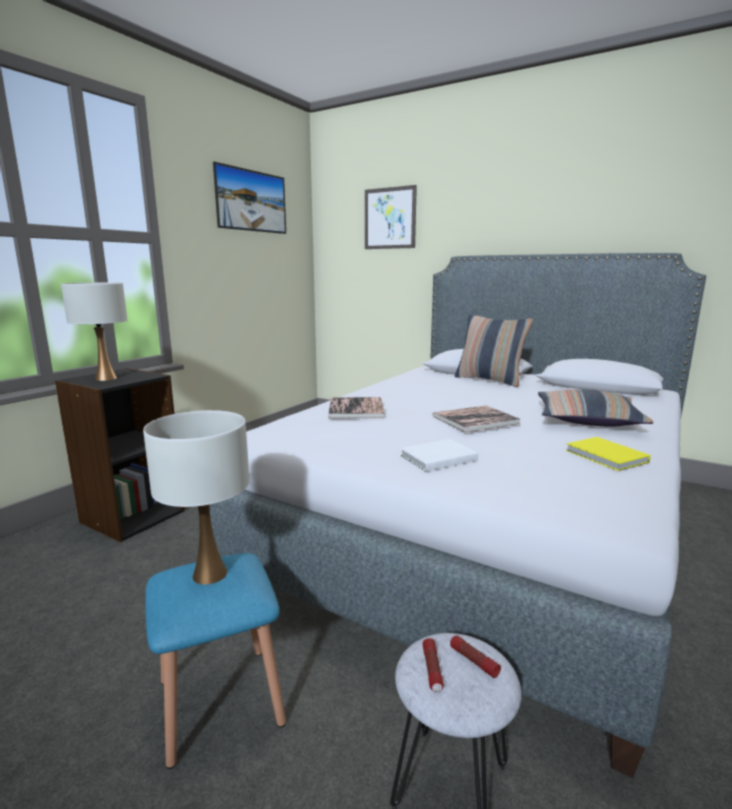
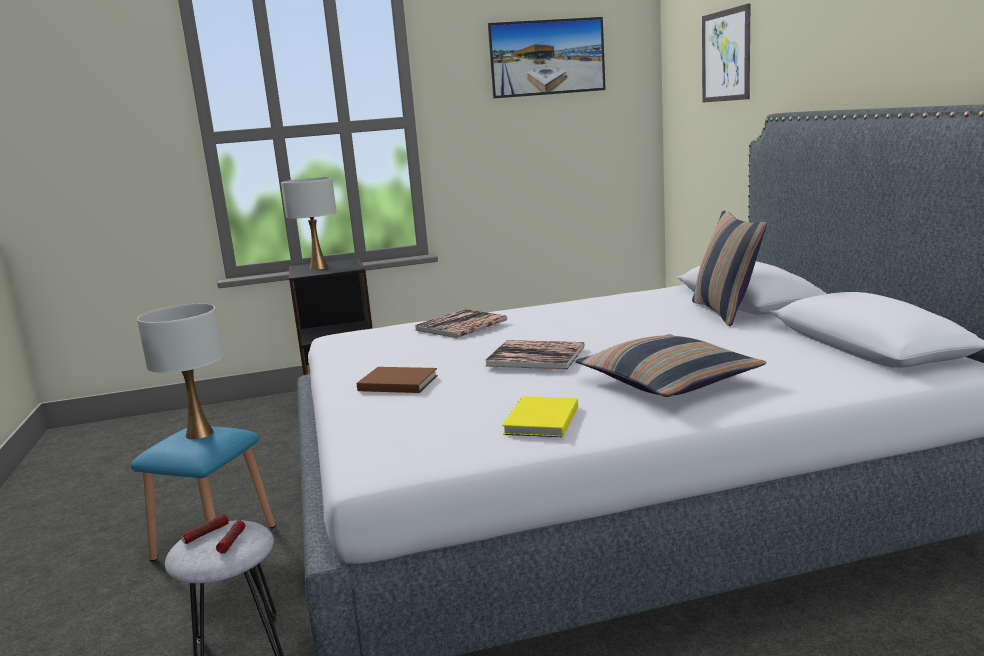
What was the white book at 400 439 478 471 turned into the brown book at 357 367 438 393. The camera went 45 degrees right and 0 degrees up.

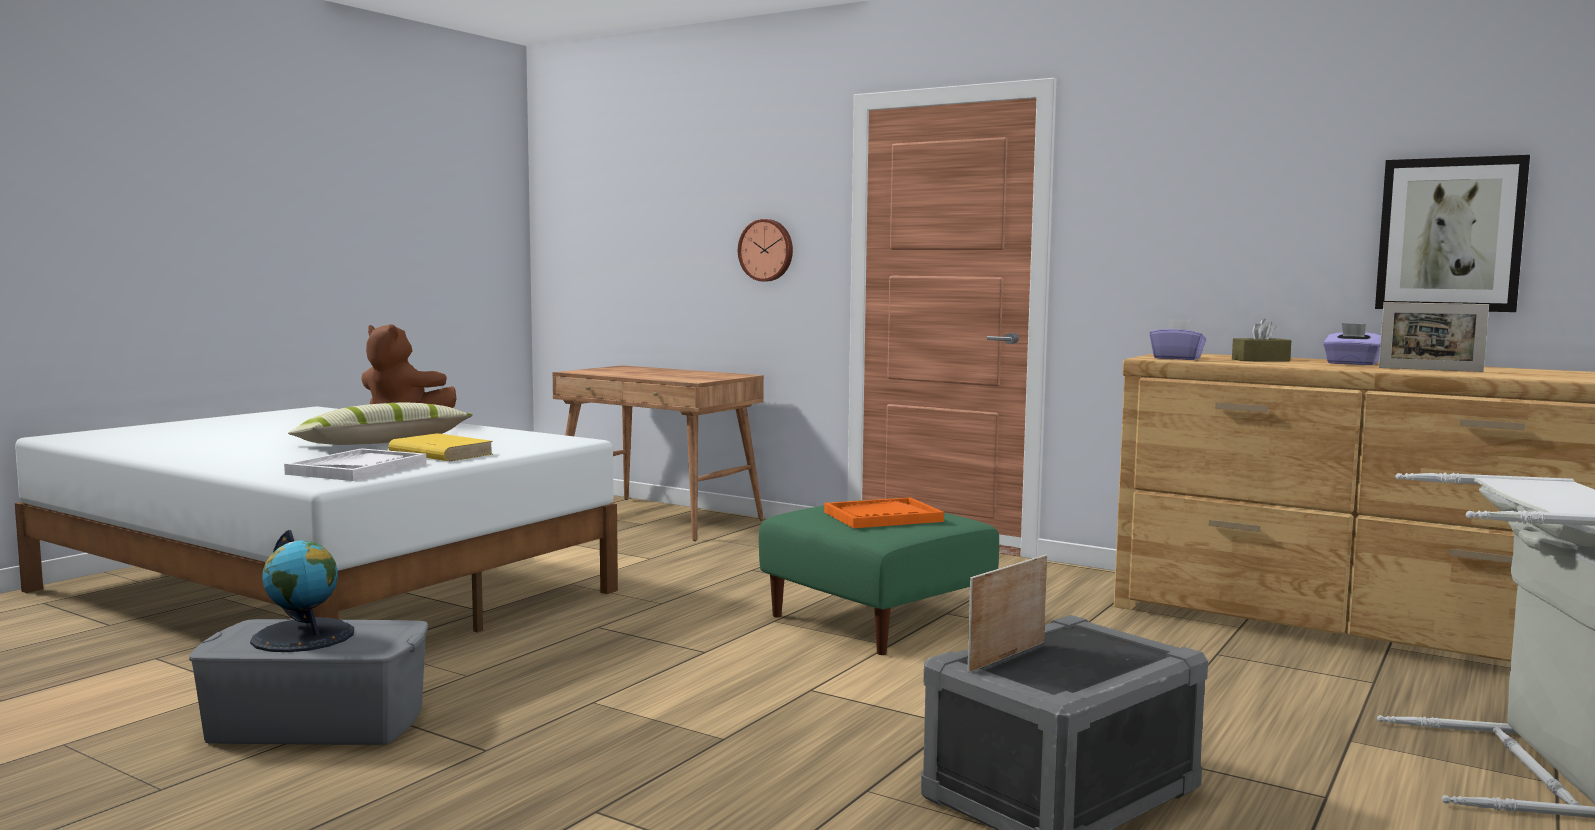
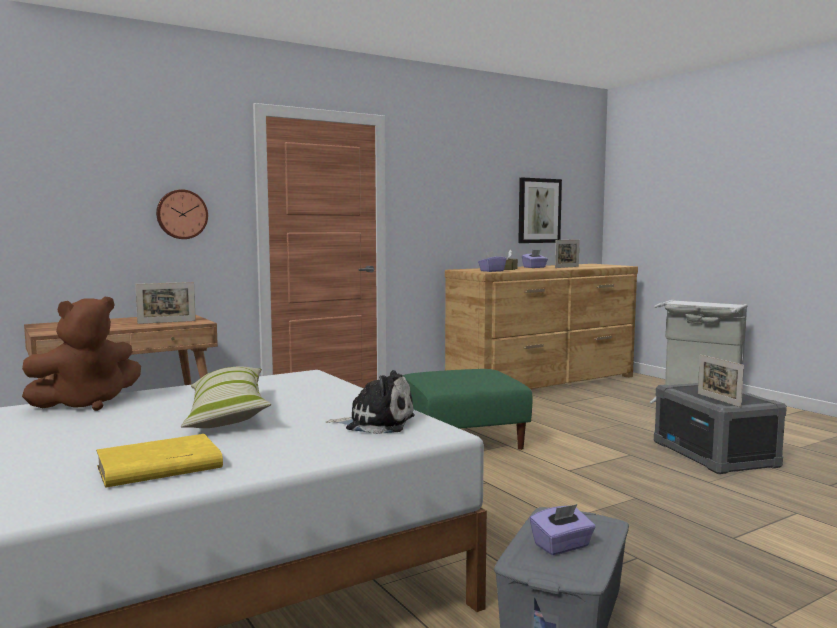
The yellow book ended up elsewhere, having gone from 388 433 493 461 to 96 434 223 488. The second view gained the picture frame at 135 282 196 324. Where the white tray stood at 284 448 426 481, the plush toy came to stand at 326 370 415 434. Where the globe stood at 250 530 354 652, the purple tissue box came to stand at 530 504 596 555. The second view lost the orange tray at 824 497 944 528. The camera went 65 degrees left and 0 degrees up.

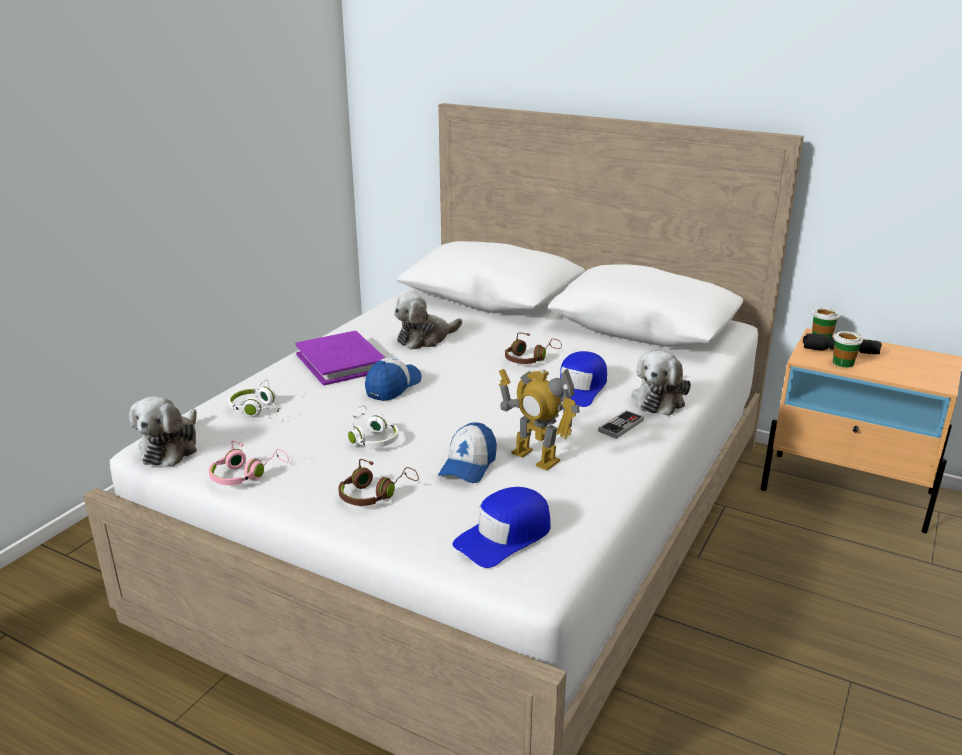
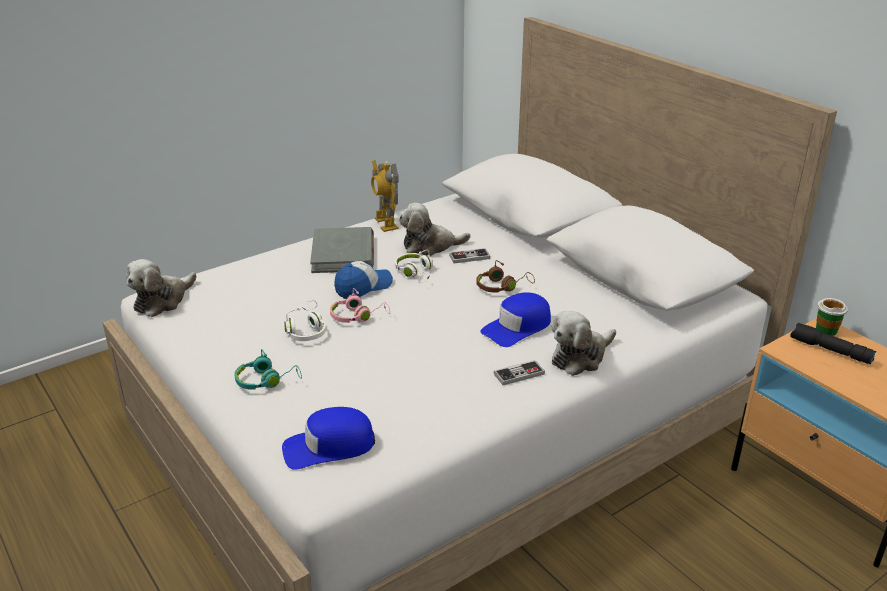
What was the brown headphones at 338 459 419 506 turned into the turquoise headphones at 234 349 302 390. What was the purple book at 295 331 385 386 turned into the grey book at 310 227 374 273. The pink headphones ended up elsewhere, having gone from 209 441 289 485 to 330 288 390 323. The toy robot ended up elsewhere, having gone from 499 368 580 471 to 371 160 399 232. The white headphones ended up elsewhere, having gone from 228 379 279 419 to 395 250 433 283. The second view gained the game controller at 449 248 490 263. The second view lost the cap at 438 422 497 483. The second view lost the cup at 833 331 863 368. The camera went 25 degrees right and 5 degrees up.

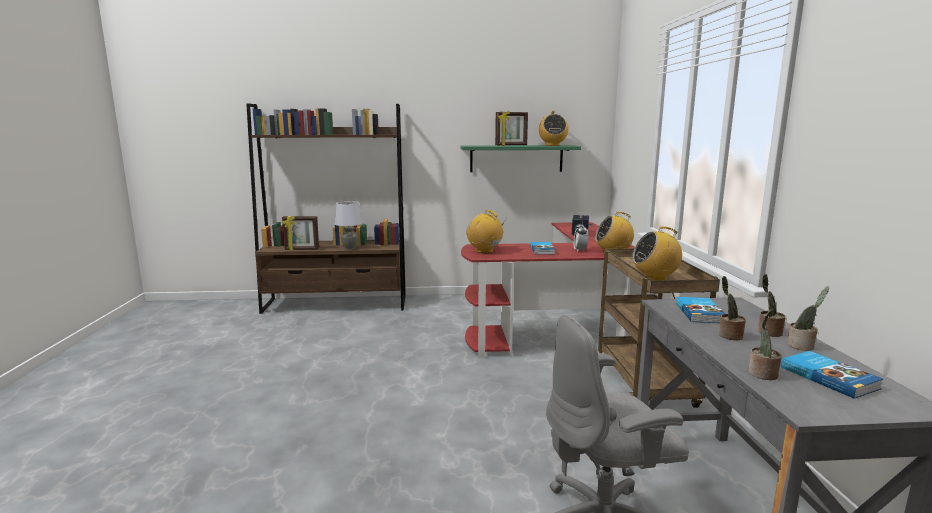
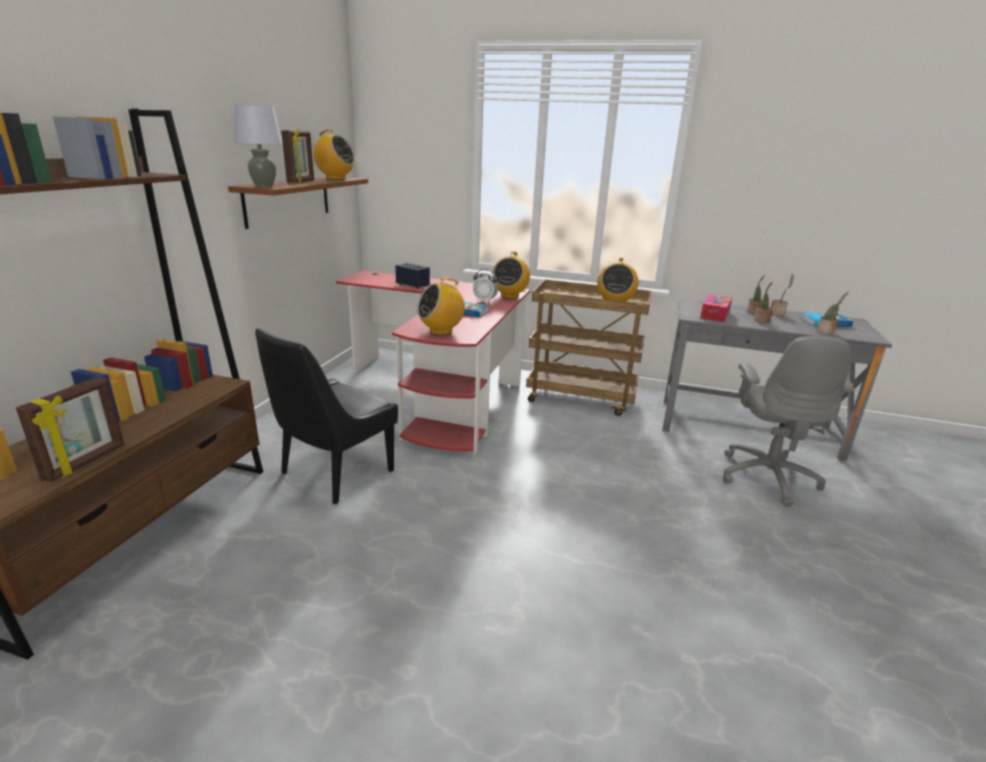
What was the green shelf at 460 145 581 172 turned into the brown shelf at 228 177 368 229. The grey table lamp ended up elsewhere, having gone from 335 201 363 250 to 235 105 283 188. The second view gained the black chair at 255 328 398 504. Where the book stood at 676 297 725 323, the tissue box came to stand at 700 295 732 322. The camera went 70 degrees left and 10 degrees up.

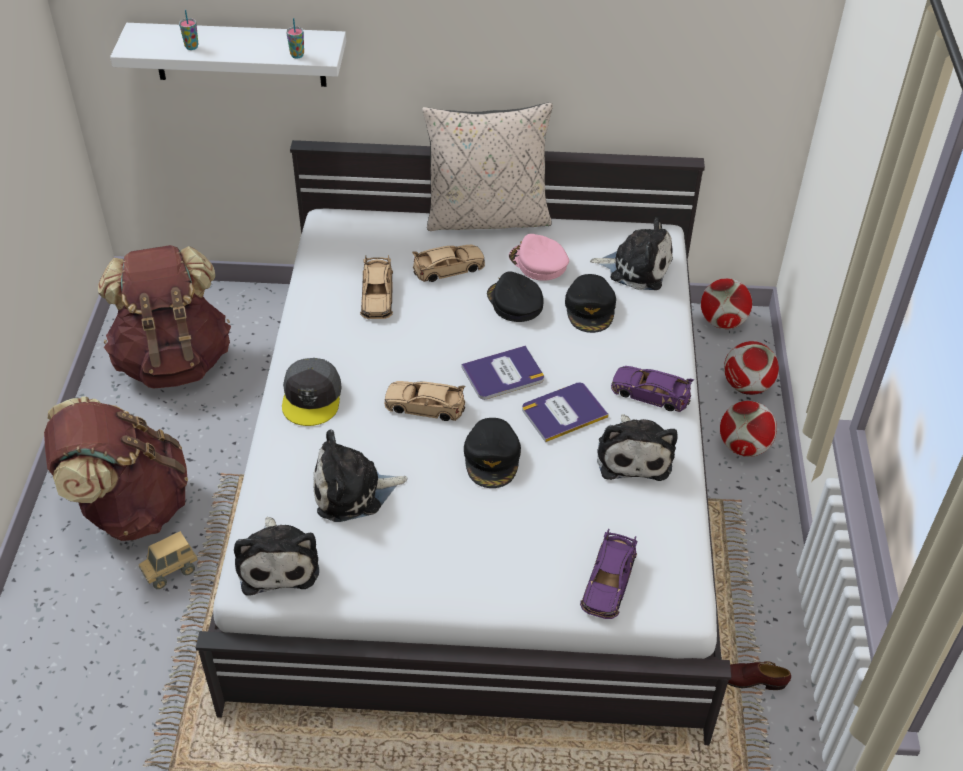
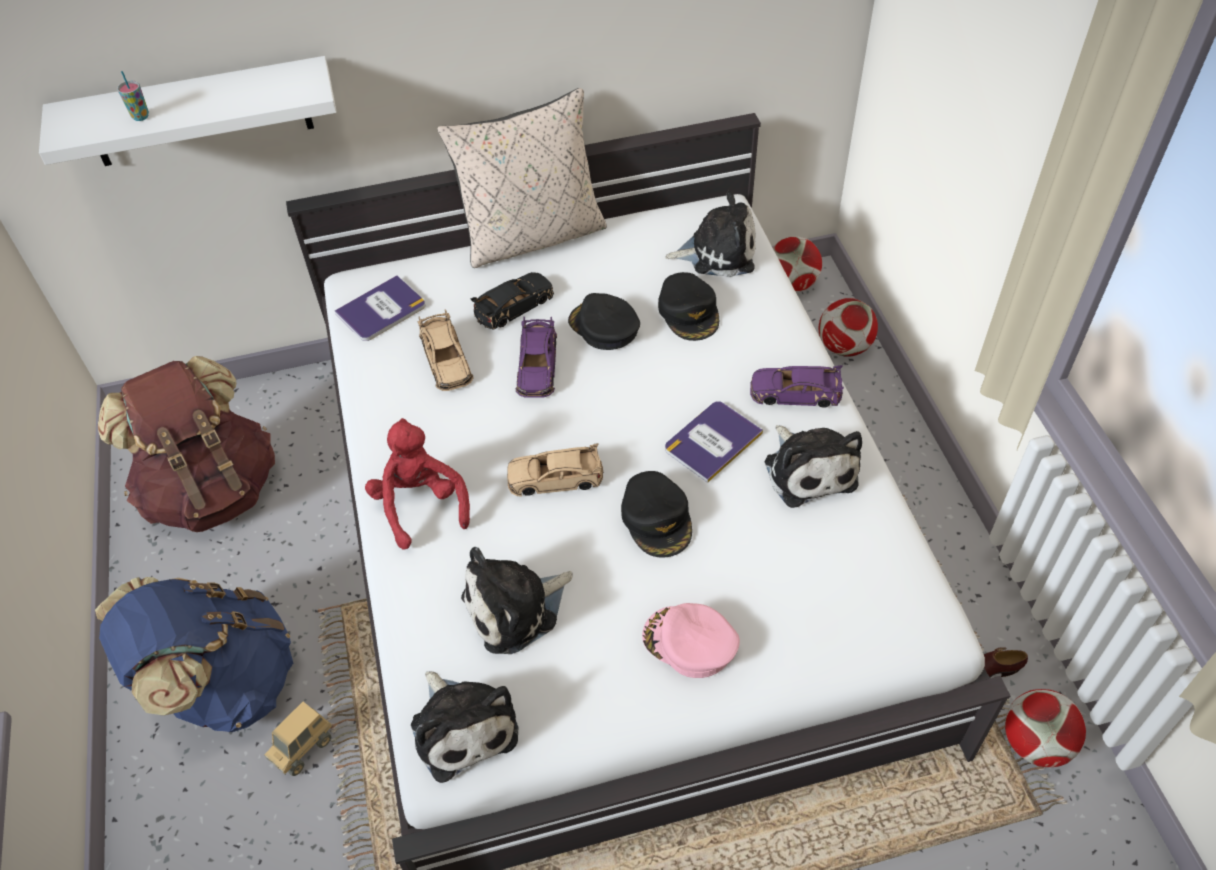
What was the brown backpack at 44 396 188 541 turned into the blue backpack at 95 577 293 732. The book ended up elsewhere, having gone from 462 346 544 400 to 335 275 426 341. Where the grey cap stood at 282 358 342 426, the red plush toy came to stand at 365 418 470 550. What was the beige toy car at 412 245 485 282 turned into the black toy car at 471 272 554 330. The purple toy car ended up elsewhere, having gone from 580 529 638 619 to 515 317 557 398. The pink cap ended up elsewhere, having gone from 509 234 569 281 to 642 603 740 678. The football ended up elsewhere, having gone from 720 401 777 457 to 1005 689 1086 767. The second view lost the cup at 286 18 304 58. The camera went 15 degrees left and 5 degrees up.

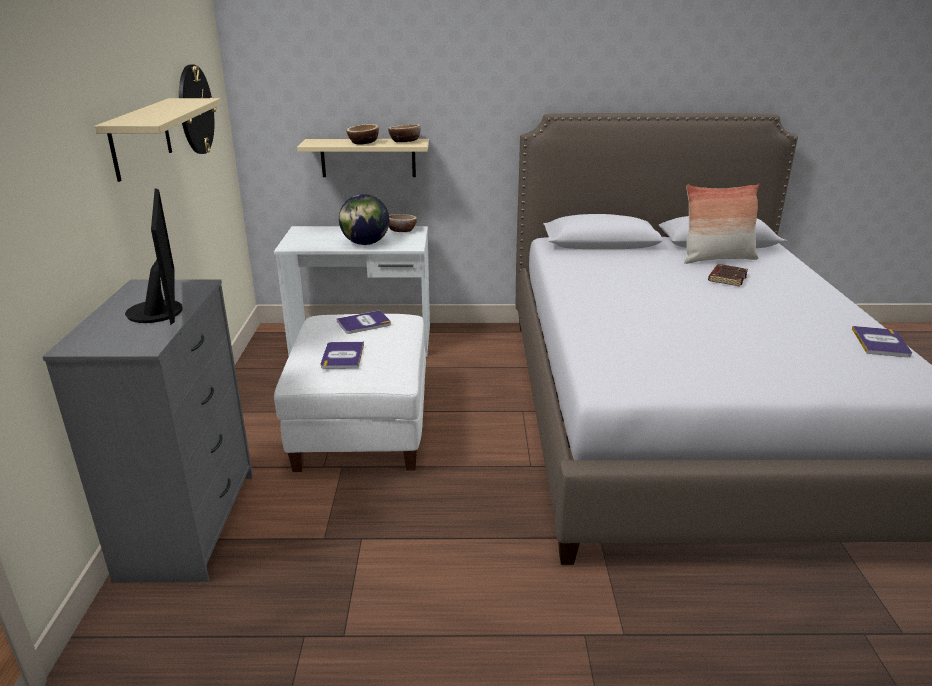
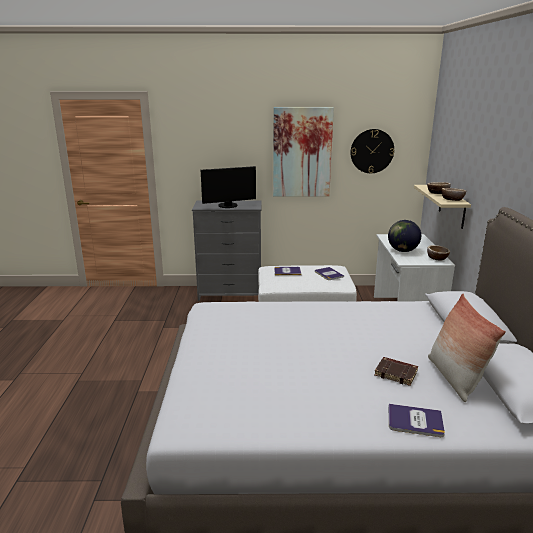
Where the beige shelf hung at 94 98 221 182, the picture came to hang at 273 107 334 196. The book ended up elsewhere, having gone from 852 326 912 357 to 389 404 445 437. The camera went 90 degrees right and 5 degrees down.

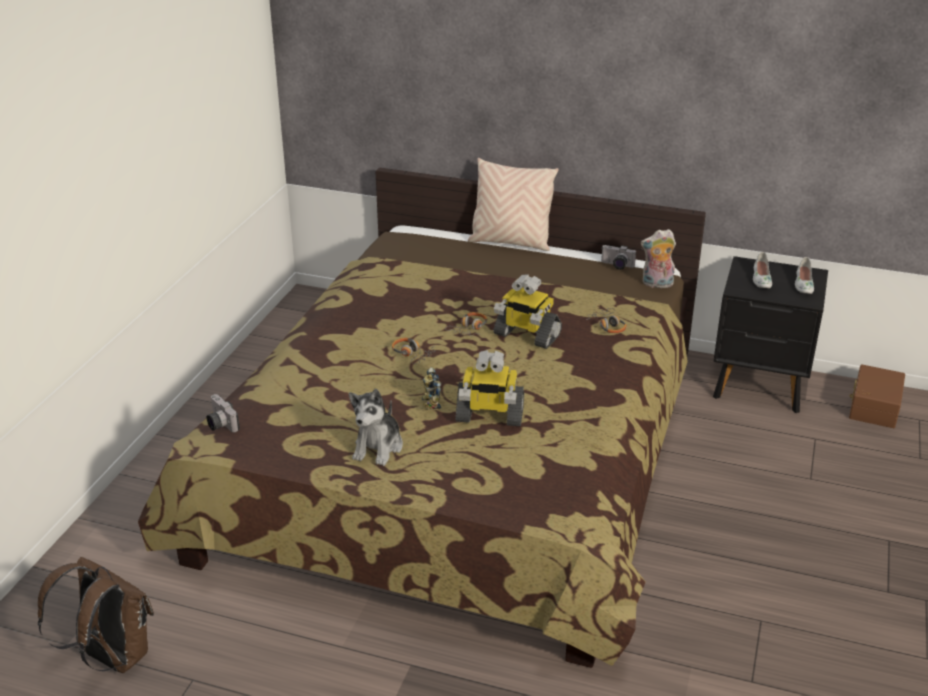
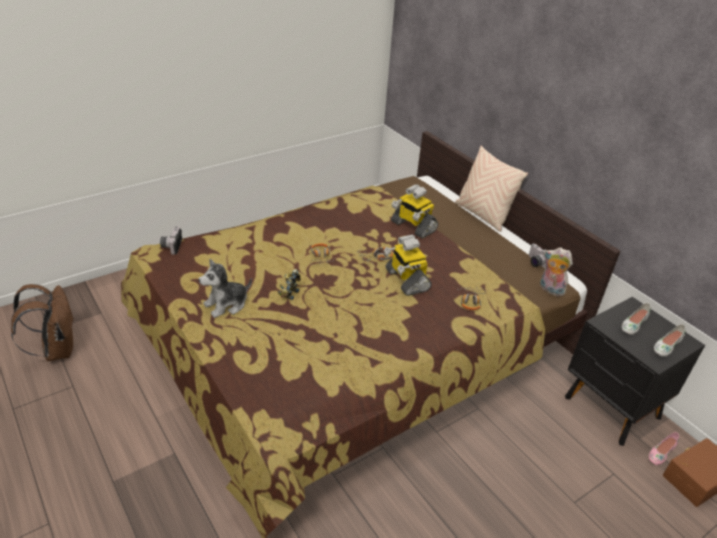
The toy robot ended up elsewhere, having gone from 456 350 524 426 to 391 184 438 239. The second view gained the pink shoe at 649 432 679 465. The camera went 35 degrees right and 5 degrees up.

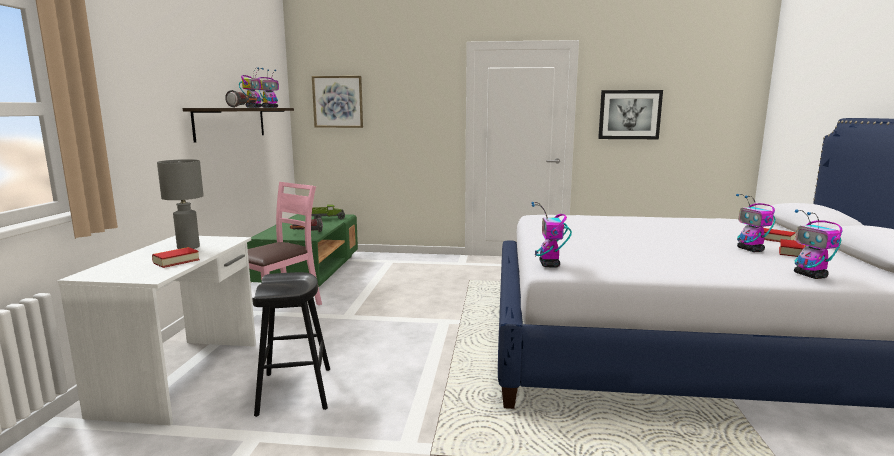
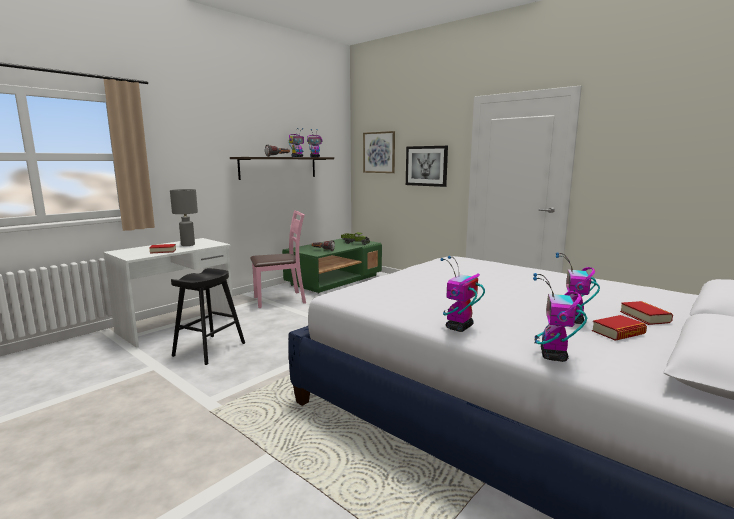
The picture ended up elsewhere, having gone from 598 90 663 139 to 406 146 448 187. The toy robot ended up elsewhere, having gone from 531 202 572 268 to 440 256 485 332. The camera went 35 degrees right and 0 degrees up.

